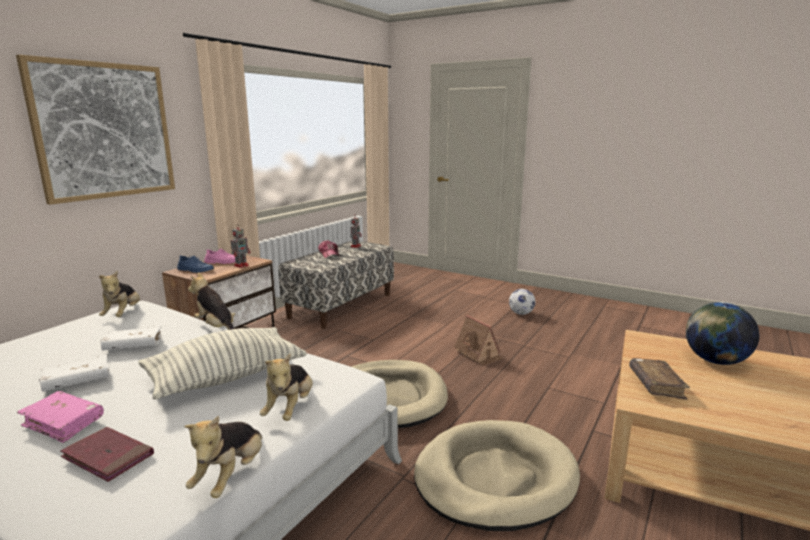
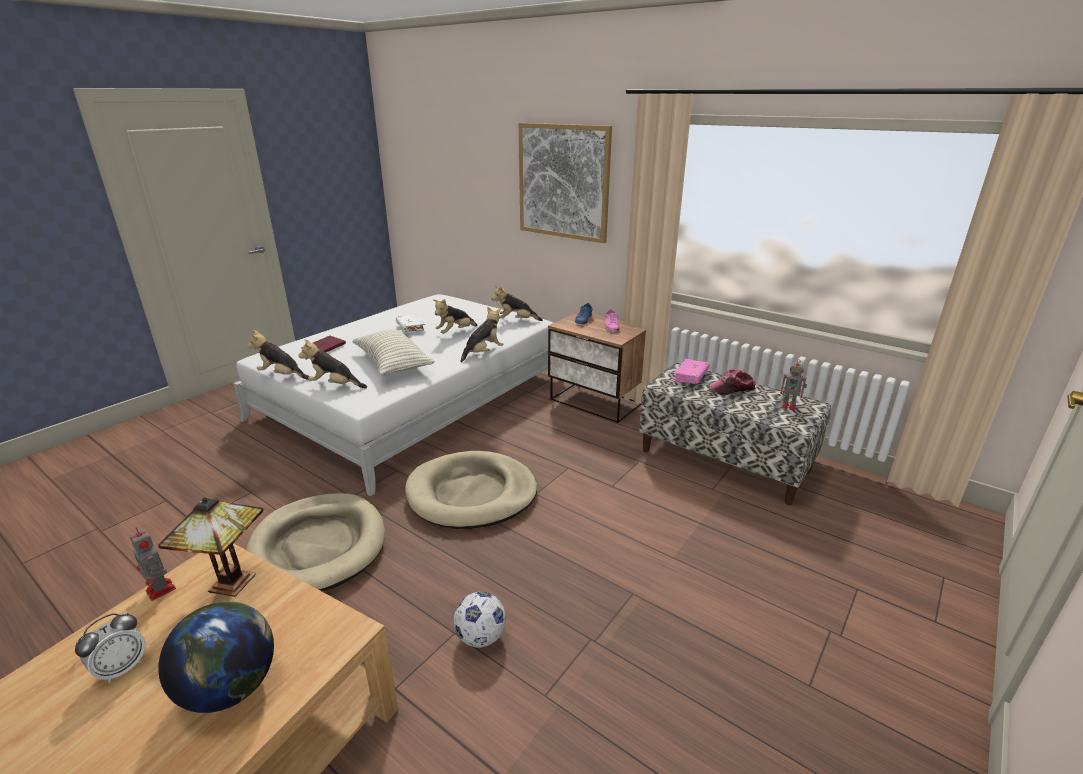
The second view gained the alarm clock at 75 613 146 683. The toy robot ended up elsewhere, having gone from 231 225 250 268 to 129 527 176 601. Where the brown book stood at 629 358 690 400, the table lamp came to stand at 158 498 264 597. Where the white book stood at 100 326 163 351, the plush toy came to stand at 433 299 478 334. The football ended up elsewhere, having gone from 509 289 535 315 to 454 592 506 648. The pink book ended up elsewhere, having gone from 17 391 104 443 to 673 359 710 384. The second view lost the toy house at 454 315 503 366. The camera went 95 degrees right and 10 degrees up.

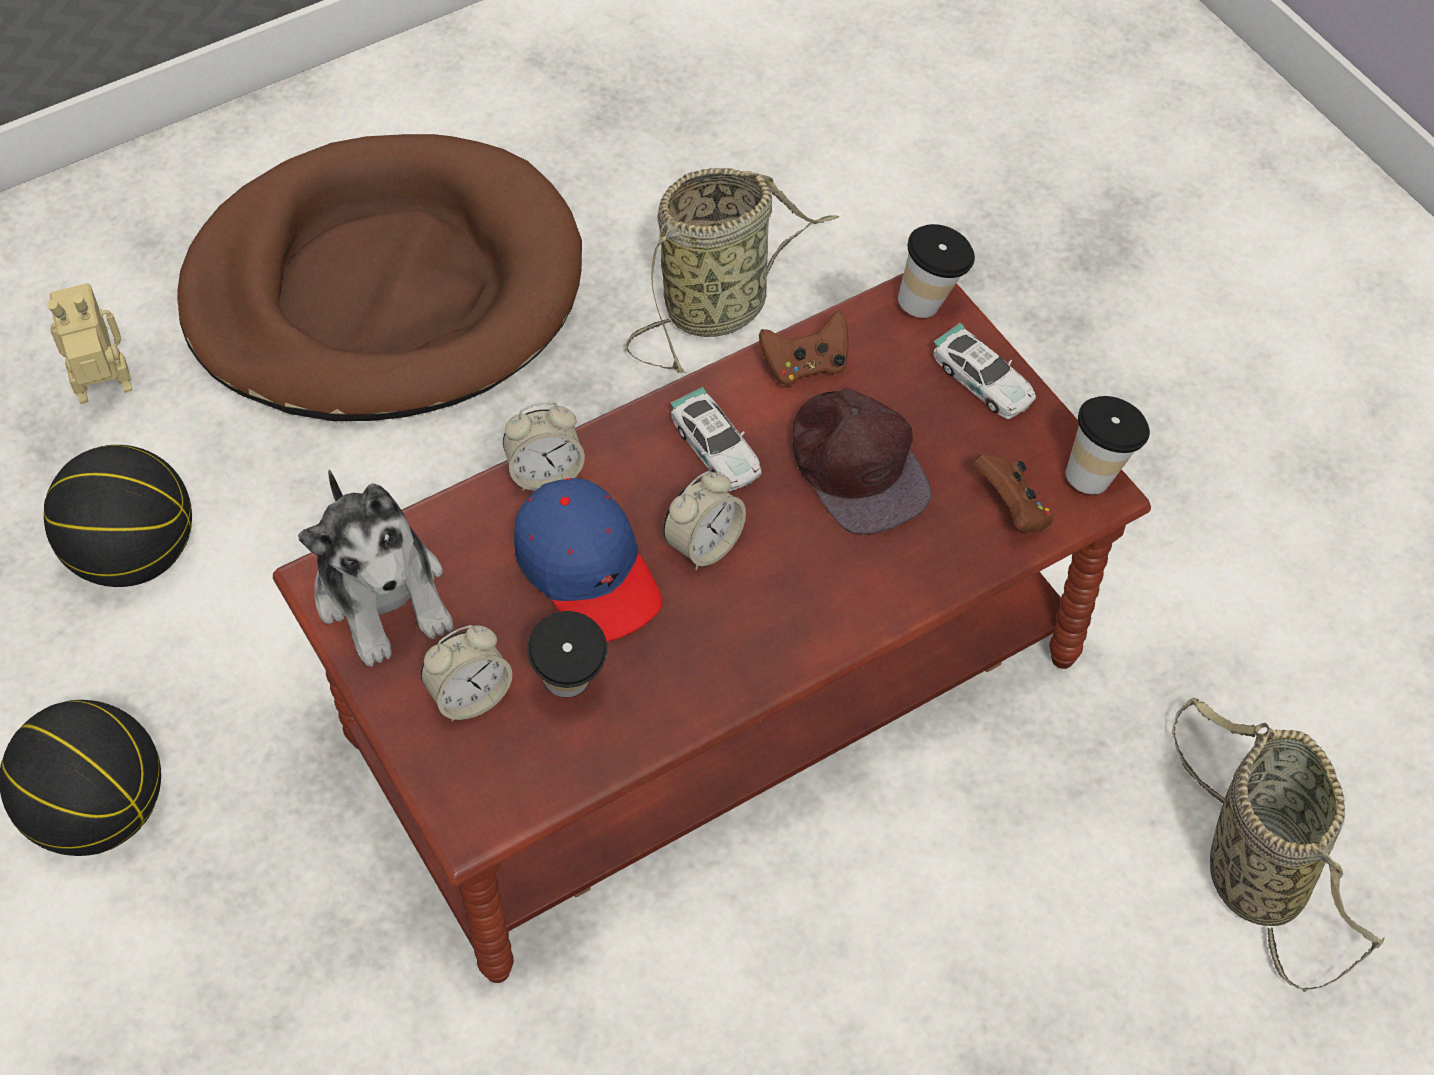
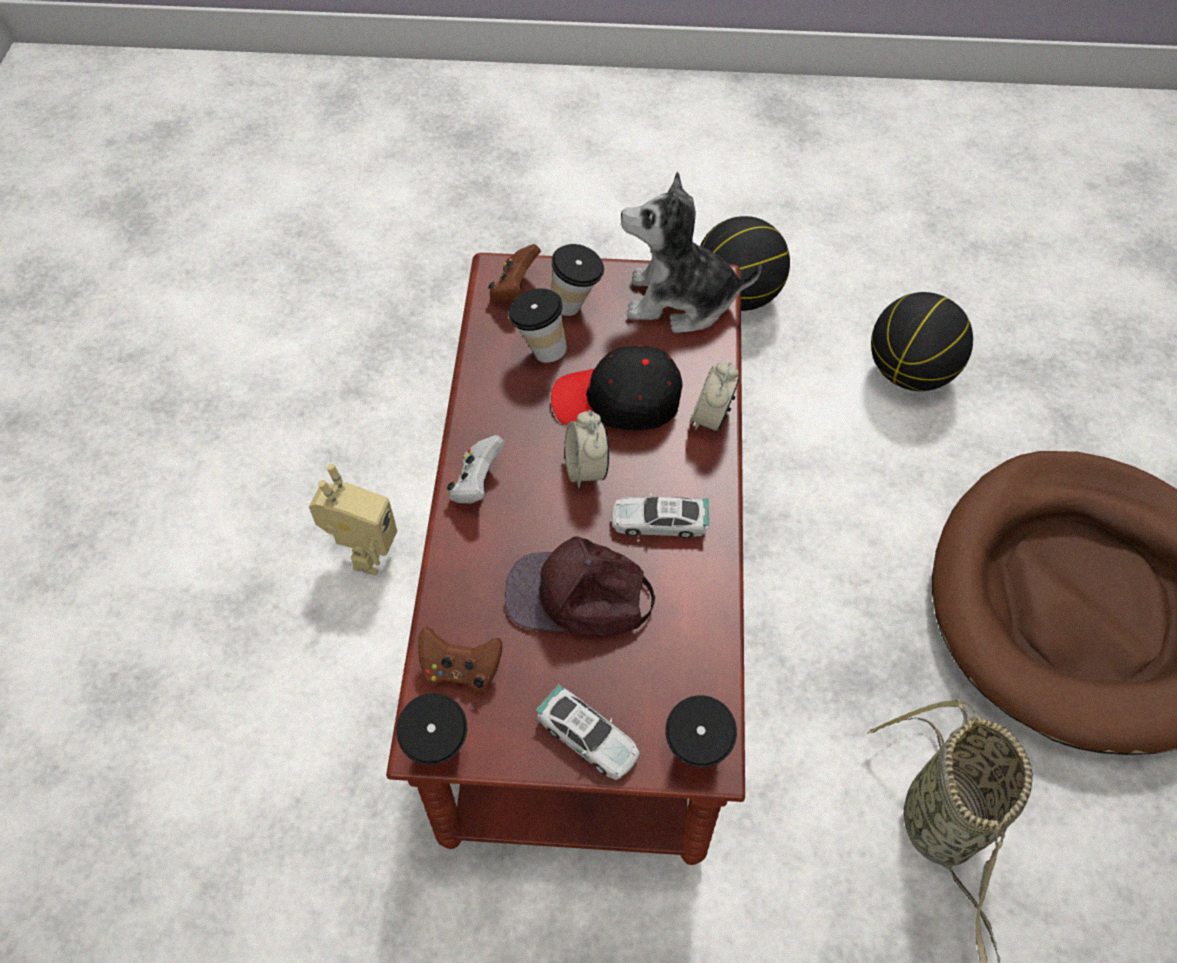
The toy robot ended up elsewhere, having gone from 47 283 132 404 to 309 464 397 576. The second view gained the white game controller at 447 435 505 503. The brown game controller ended up elsewhere, having gone from 759 311 849 386 to 488 244 541 302. The toy car at 933 323 1036 419 ended up facing another way, 135 degrees counterclockwise from before. Where the alarm clock stood at 421 625 512 721, the cup came to stand at 551 244 604 316. What was the blue cap at 514 478 662 642 turned into the black cap at 551 345 683 430. The second view lost the basket at 1171 697 1385 992. The camera went 125 degrees right and 0 degrees up.

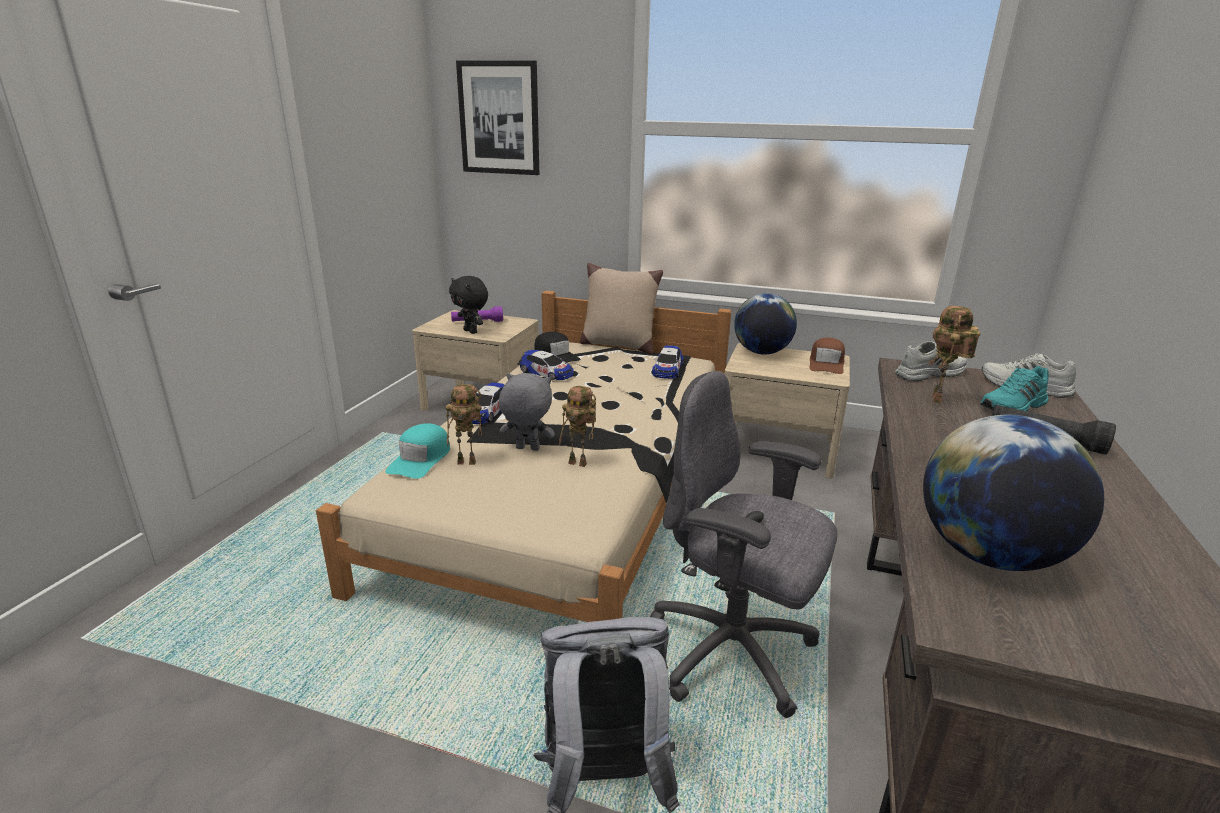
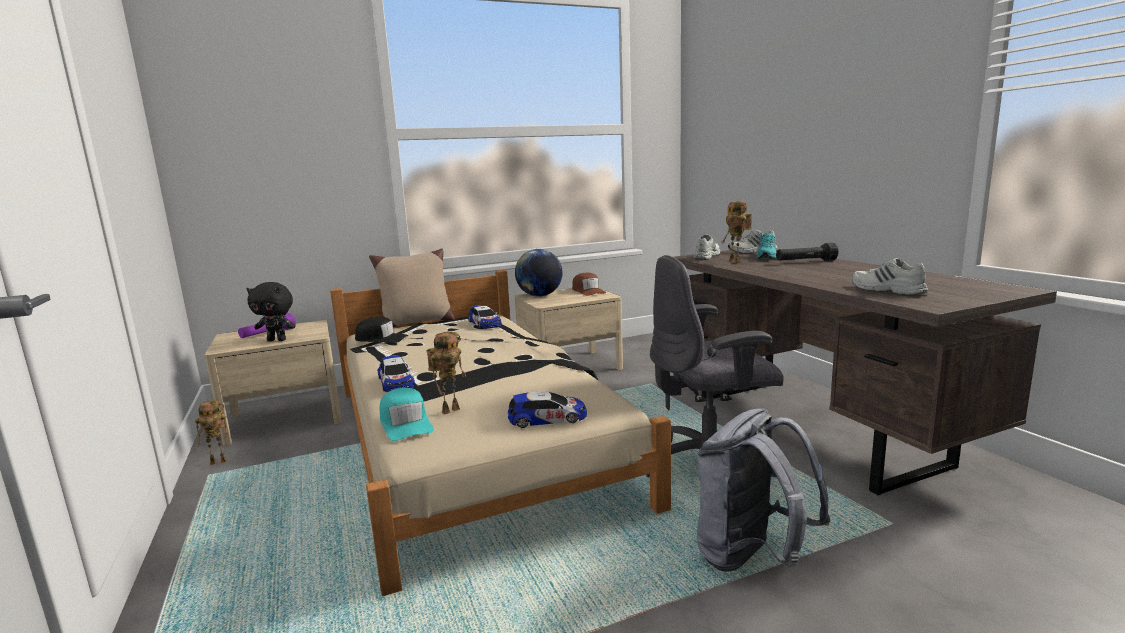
The toy robot ended up elsewhere, having gone from 559 386 596 467 to 195 400 229 465. The toy car ended up elsewhere, having gone from 520 350 574 380 to 508 391 587 428. Where the globe stood at 923 415 1104 571, the white shoe came to stand at 852 258 929 296. The second view lost the picture at 456 60 539 175. The second view lost the grey plush toy at 499 373 555 451. The camera went 40 degrees left and 10 degrees down.

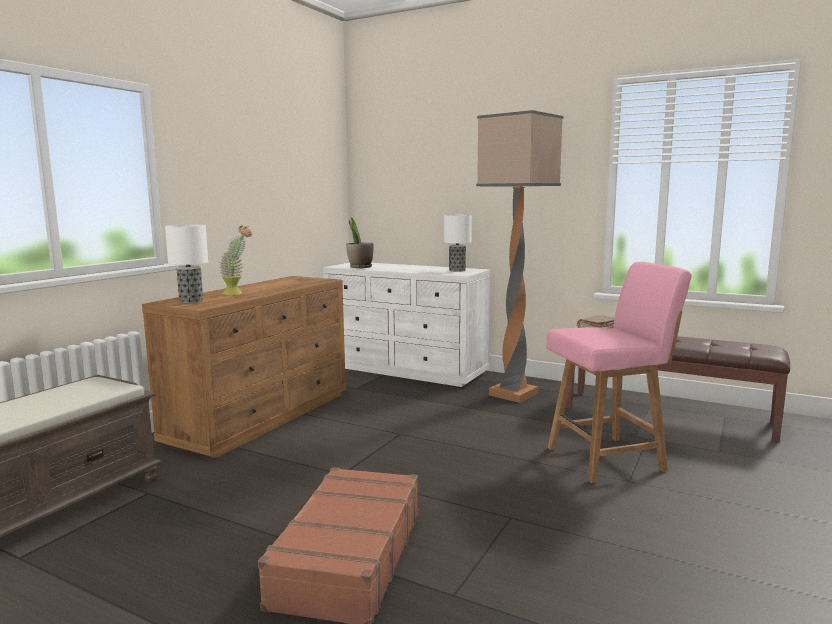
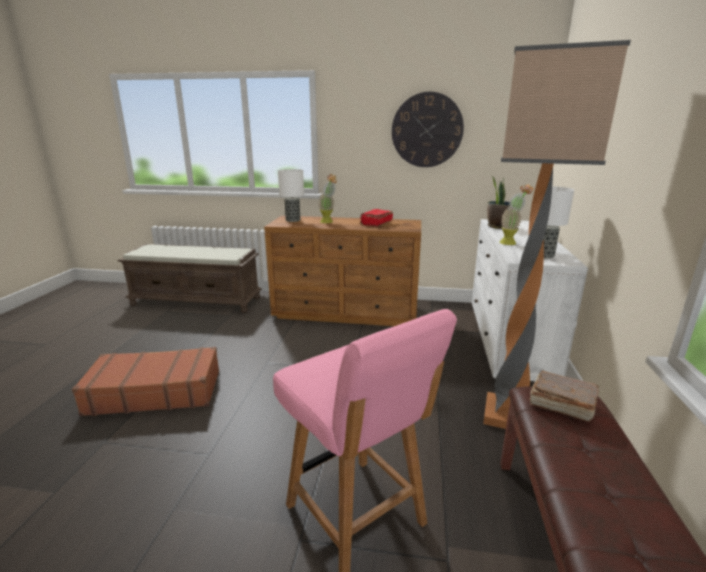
The second view gained the red book at 360 209 393 227. The second view gained the wall clock at 392 92 464 167. The second view gained the potted plant at 500 184 533 245. The camera went 70 degrees right and 10 degrees up.

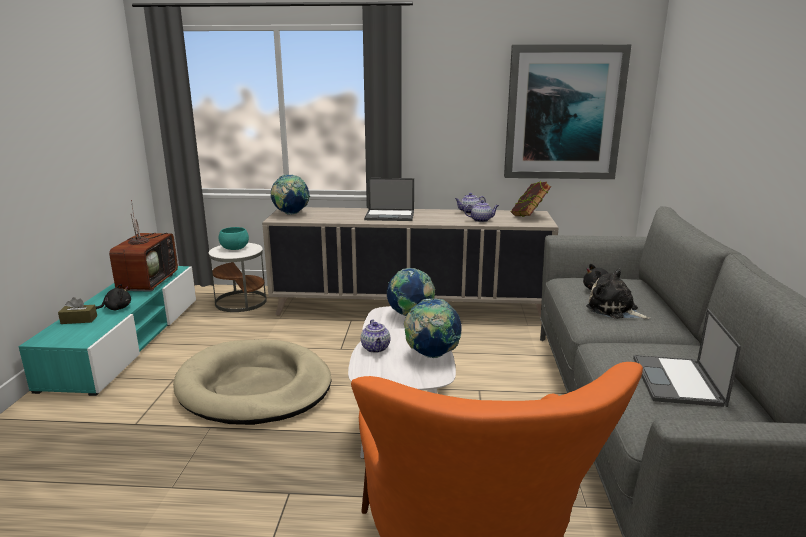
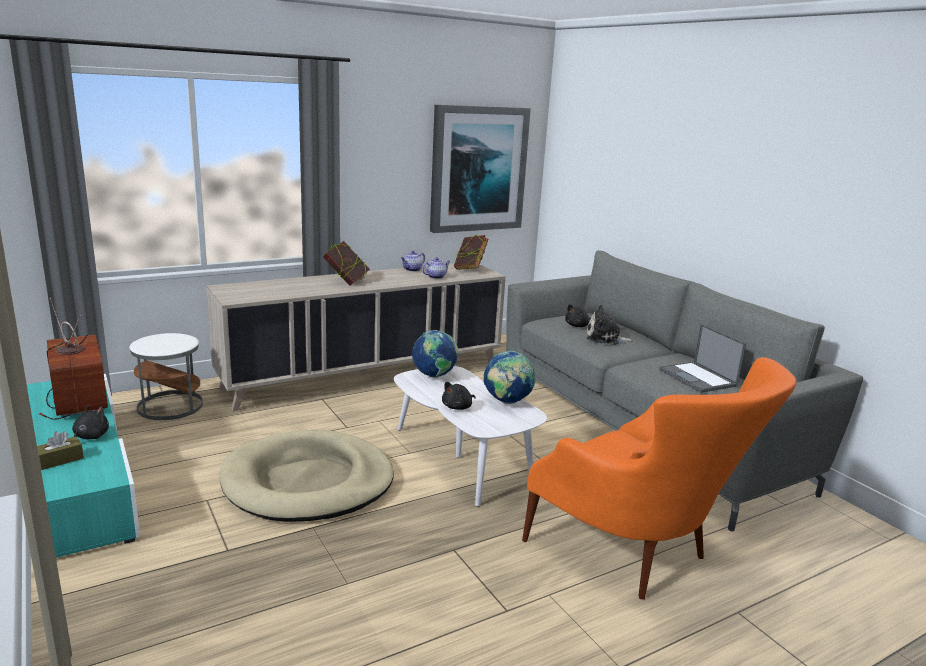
Where the laptop stood at 364 178 414 221, the book came to stand at 323 241 370 286. Where the teapot stood at 361 319 390 353, the black plush toy came to stand at 442 382 476 410. The second view lost the turquoise bowl at 219 227 249 250. The second view lost the globe at 271 175 310 215. The camera went 35 degrees left and 0 degrees up.

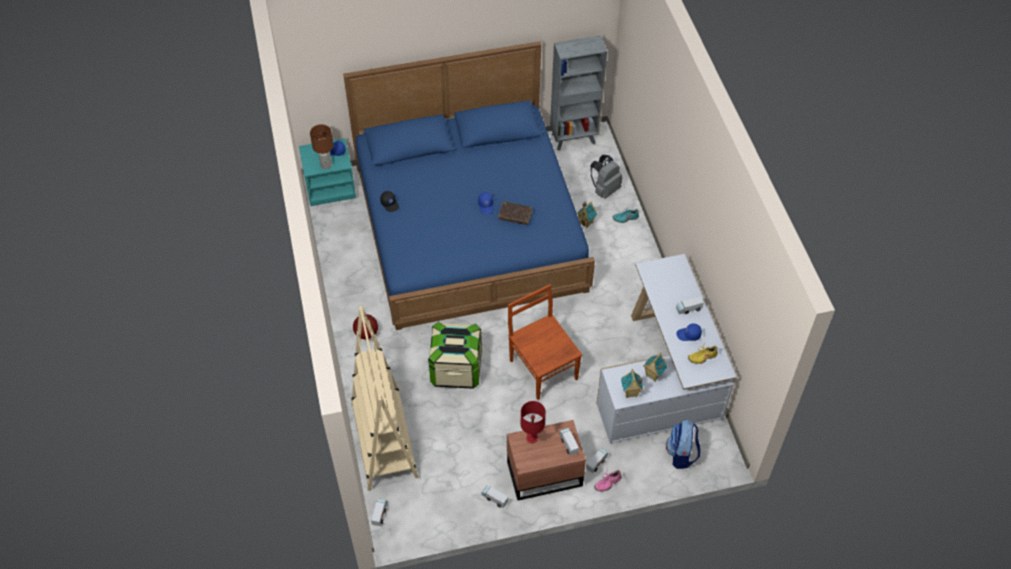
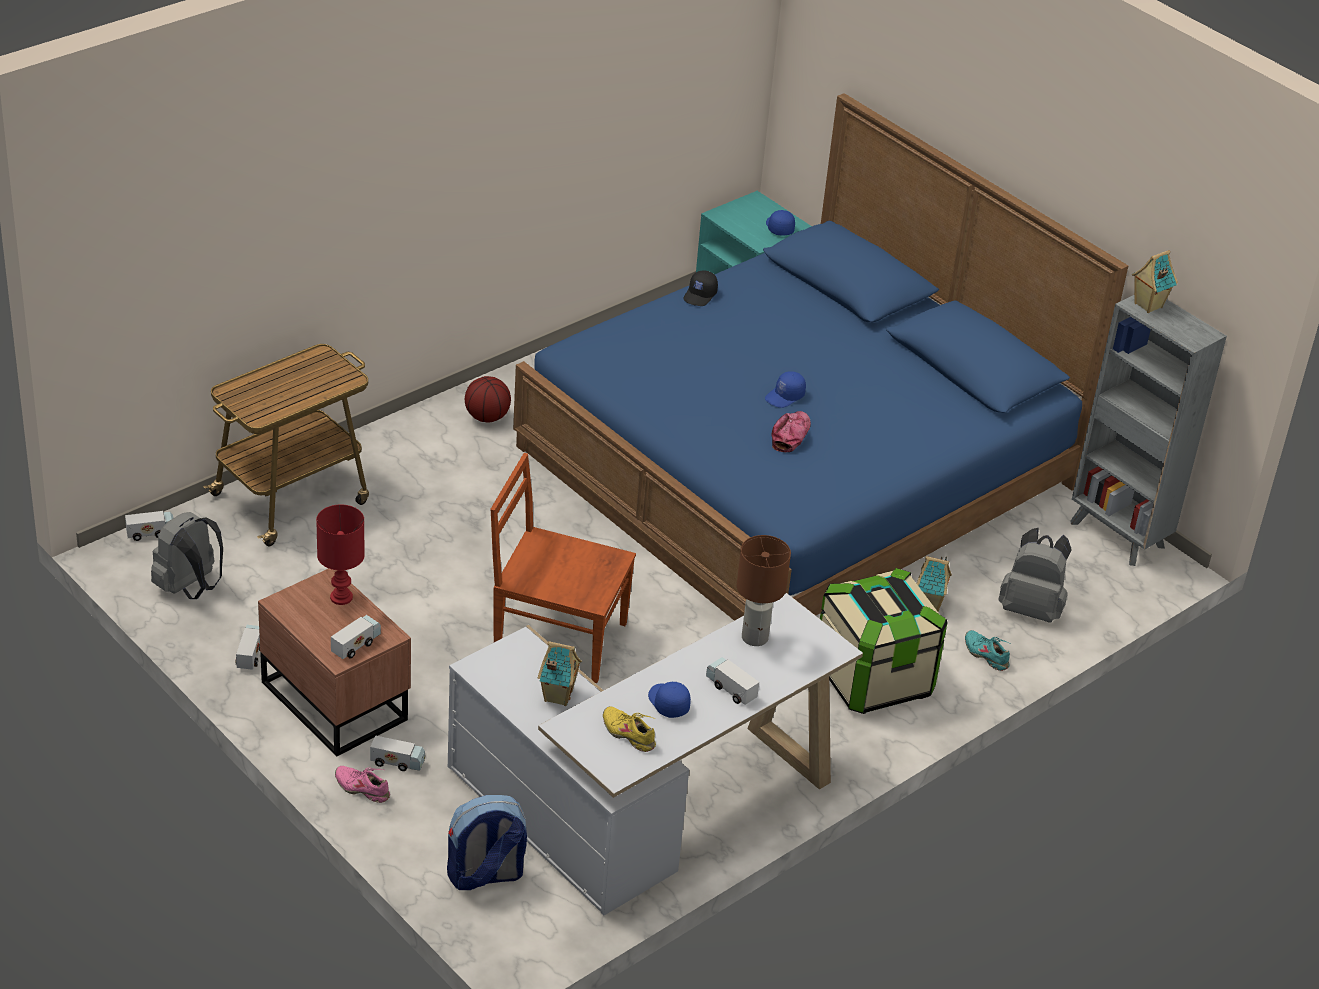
The second view gained the grey backpack at 151 512 223 599. Where the beige bookcase stood at 351 306 419 491, the cart came to stand at 203 344 369 546. The brown chair at 508 284 582 400 ended up facing another way, 105 degrees counterclockwise from before. The brown table lamp ended up elsewhere, having gone from 310 124 334 169 to 737 535 791 646. Where the brown book stood at 498 201 532 225, the cap came to stand at 772 411 811 452. The storage box ended up elsewhere, having gone from 428 322 482 389 to 820 568 948 714. The toy house ended up elsewhere, having gone from 621 369 643 398 to 1132 250 1178 313. The camera went 60 degrees right and 15 degrees down.

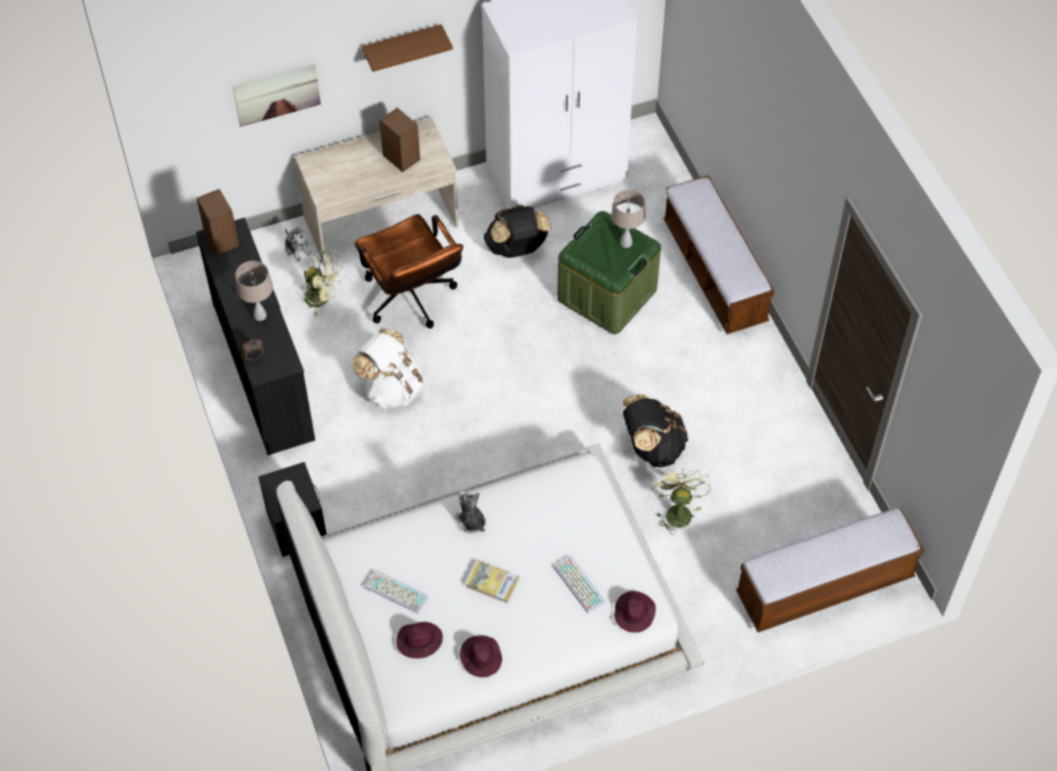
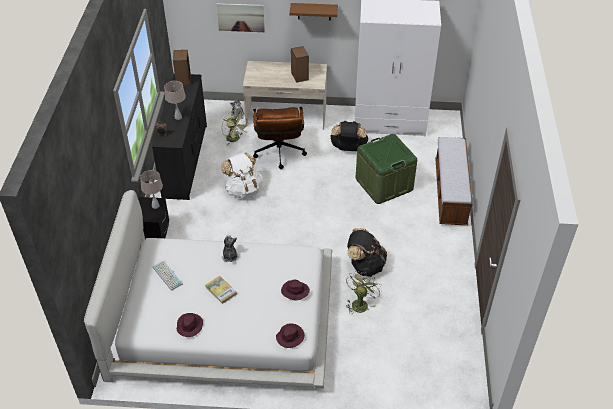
The beige table lamp ended up elsewhere, having gone from 611 189 645 248 to 140 170 163 209. The purple hat ended up elsewhere, having gone from 396 622 443 659 to 281 280 310 300. The second view lost the keyboard at 553 556 606 613. The second view lost the bench at 736 508 924 633. The camera went 25 degrees right and 10 degrees down.

